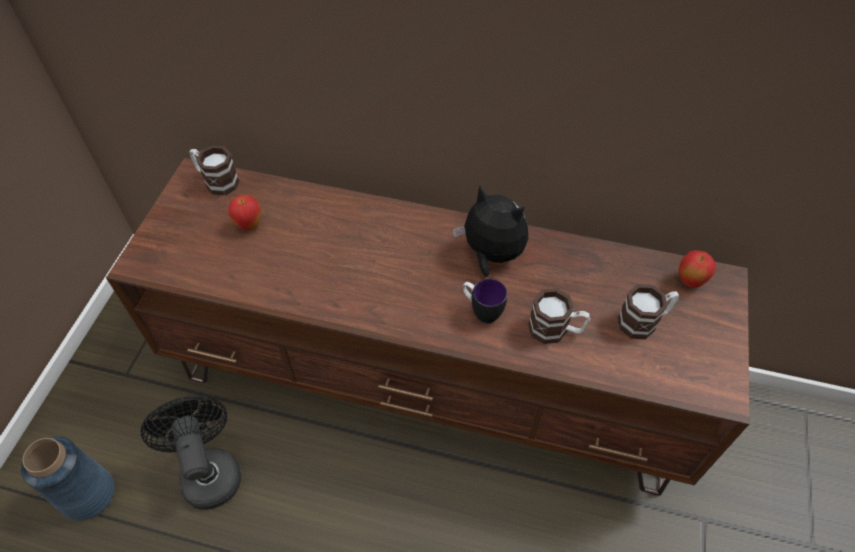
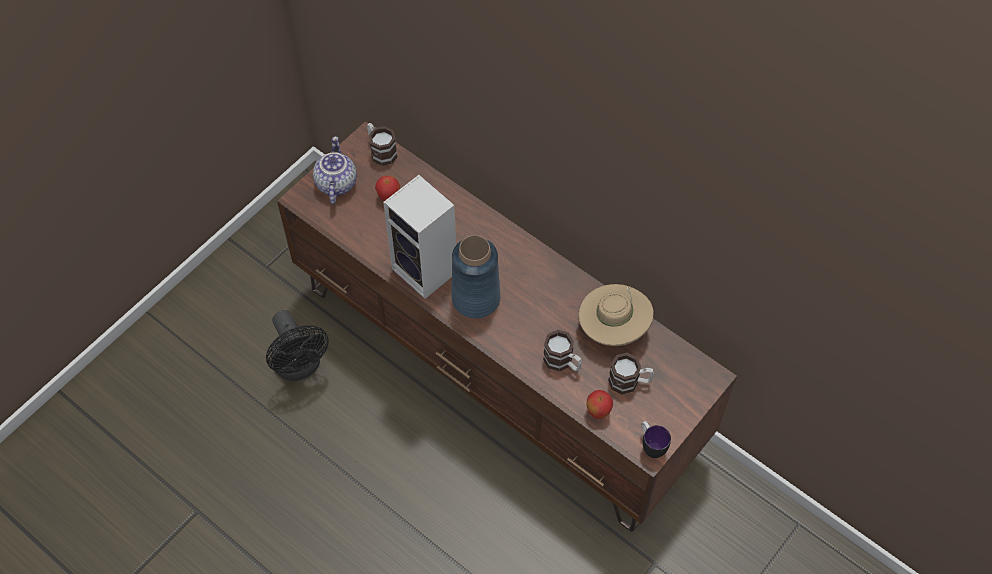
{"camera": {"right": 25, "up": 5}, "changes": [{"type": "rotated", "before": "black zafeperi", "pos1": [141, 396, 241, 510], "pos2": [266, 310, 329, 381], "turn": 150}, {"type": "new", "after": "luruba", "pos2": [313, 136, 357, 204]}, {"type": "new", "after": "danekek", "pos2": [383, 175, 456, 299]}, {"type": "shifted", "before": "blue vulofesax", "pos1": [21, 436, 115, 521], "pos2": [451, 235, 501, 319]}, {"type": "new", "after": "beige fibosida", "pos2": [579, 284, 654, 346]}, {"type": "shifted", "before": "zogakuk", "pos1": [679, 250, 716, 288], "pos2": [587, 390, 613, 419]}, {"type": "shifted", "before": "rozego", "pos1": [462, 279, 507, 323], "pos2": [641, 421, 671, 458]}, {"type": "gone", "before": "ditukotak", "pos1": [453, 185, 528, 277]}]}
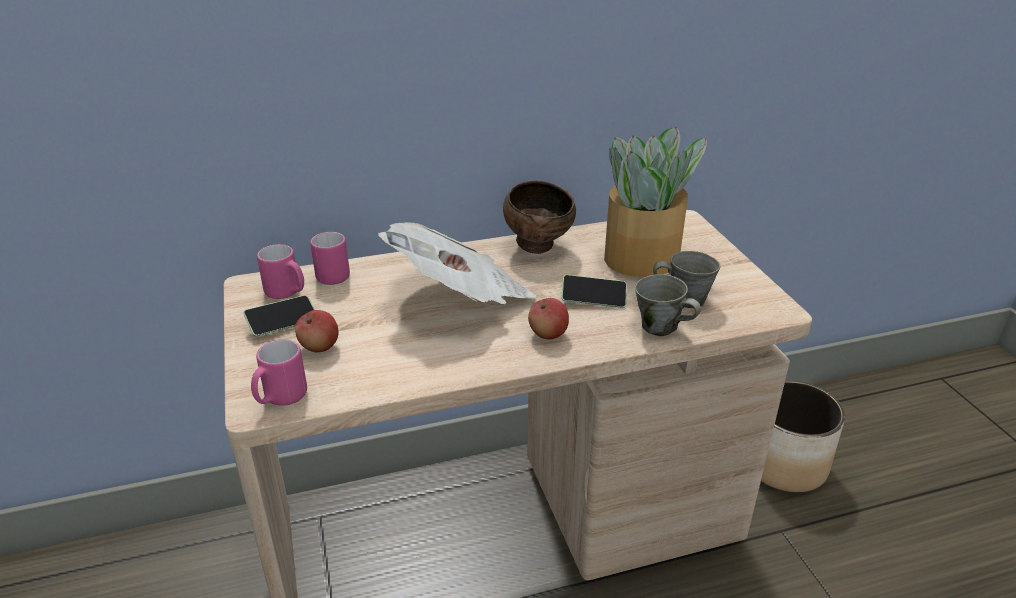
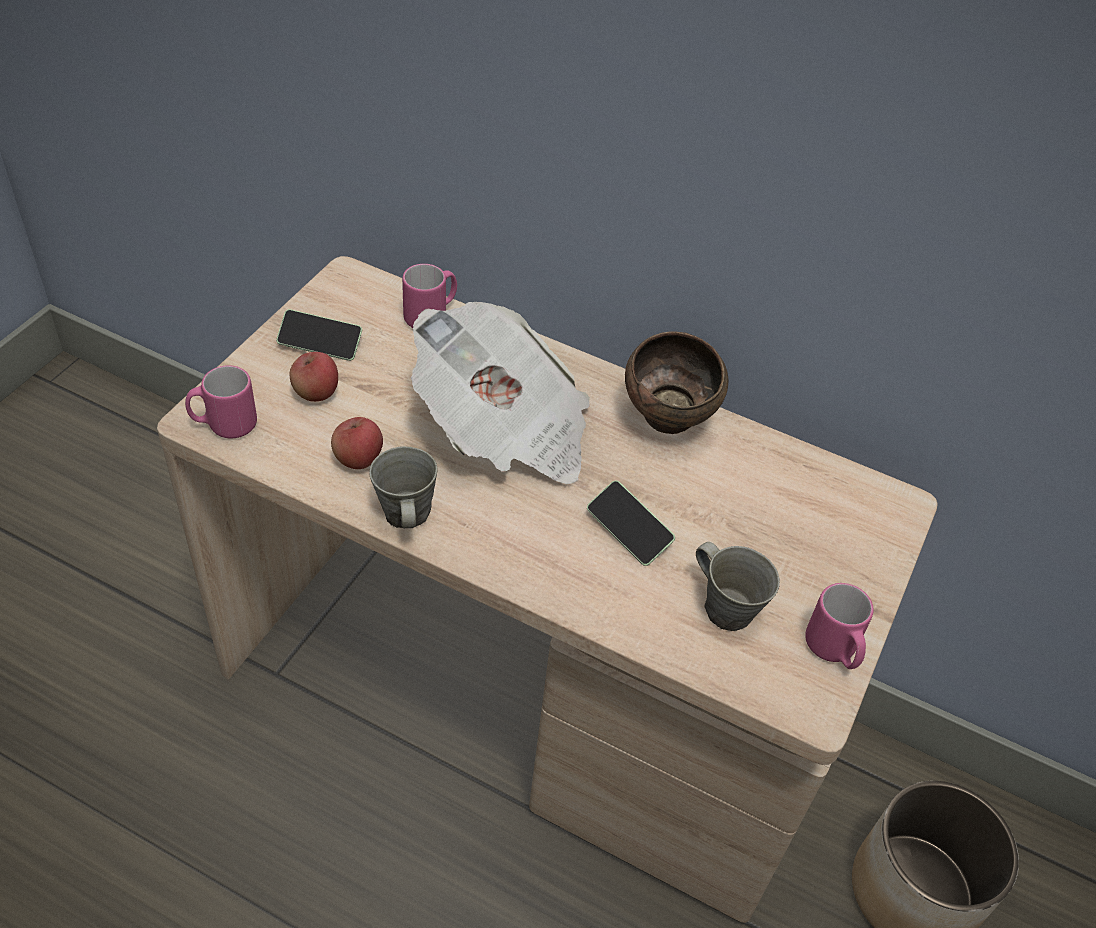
{"camera": {"right": 40, "up": 15}, "changes": [{"type": "shifted", "before": "zogakuk", "pos1": [528, 298, 569, 339], "pos2": [331, 417, 383, 469]}, {"type": "shifted", "before": "grey rozego", "pos1": [635, 274, 701, 336], "pos2": [369, 446, 437, 528]}, {"type": "shifted", "before": "pink rozego", "pos1": [257, 244, 304, 299], "pos2": [805, 583, 874, 669]}, {"type": "gone", "before": "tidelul", "pos1": [604, 127, 707, 277]}]}
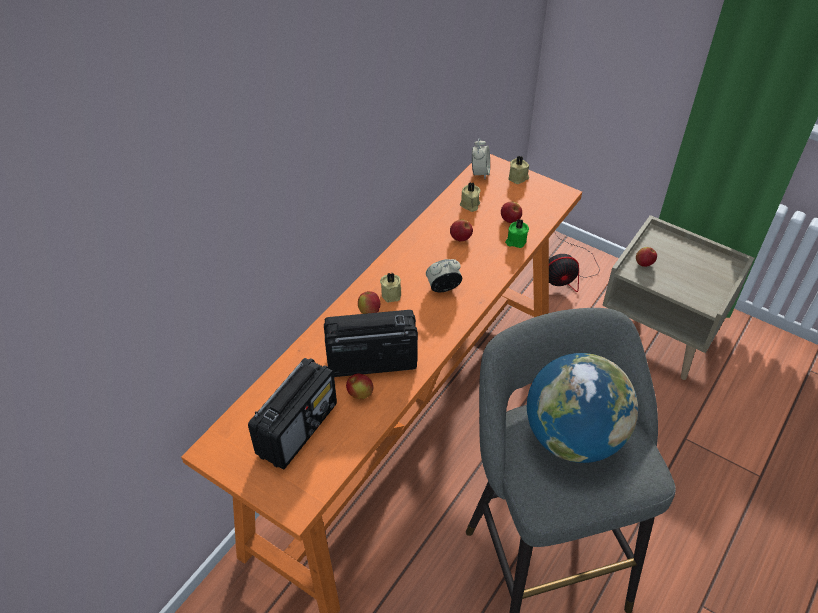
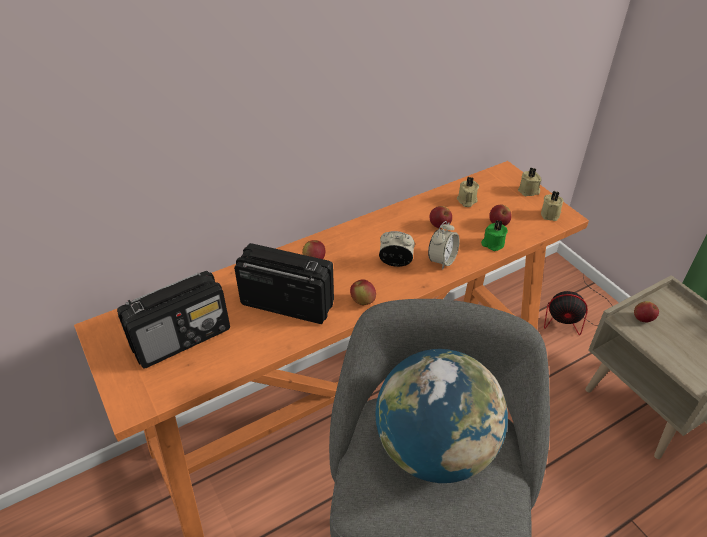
{"camera": {"right": 25, "up": -5}, "changes": [{"type": "shifted", "before": "zogakuk", "pos1": [346, 374, 373, 399], "pos2": [350, 279, 376, 305]}, {"type": "shifted", "before": "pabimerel", "pos1": [471, 138, 490, 179], "pos2": [428, 221, 459, 270]}, {"type": "shifted", "before": "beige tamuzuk", "pos1": [380, 273, 401, 303], "pos2": [541, 191, 564, 221]}]}
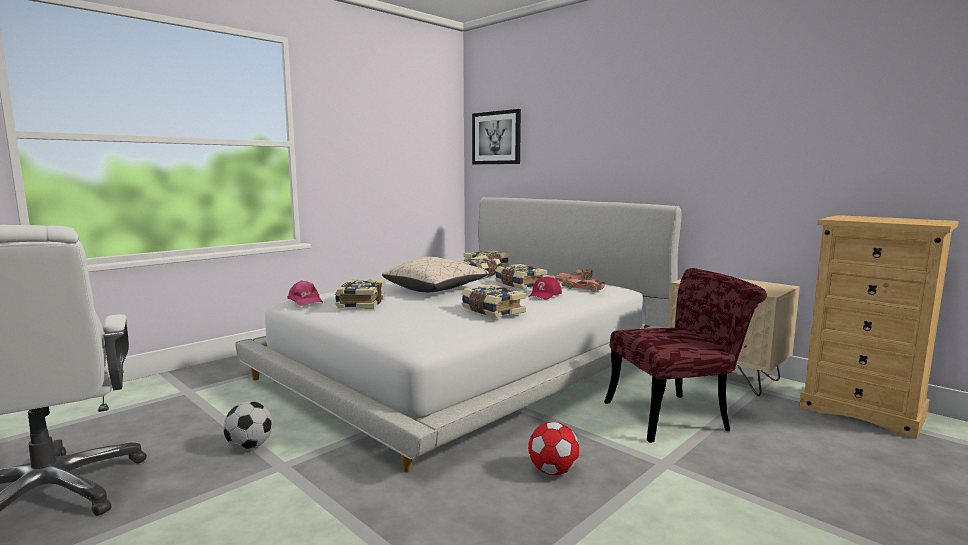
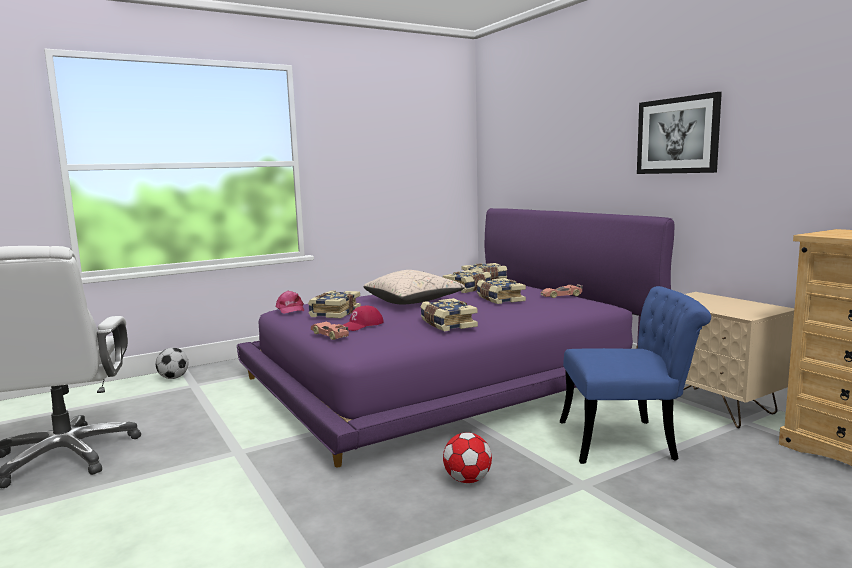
{"camera": {"right": 15, "up": 0}, "changes": [{"type": "shifted", "before": "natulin", "pos1": [223, 401, 273, 450], "pos2": [156, 348, 188, 379]}, {"type": "repainted", "before": "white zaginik", "after": "purple zaginik", "pos1": [235, 197, 681, 472], "pos2": [237, 208, 674, 467]}, {"type": "shifted", "before": "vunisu", "pos1": [562, 279, 605, 292], "pos2": [311, 322, 349, 340]}, {"type": "shifted", "before": "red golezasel", "pos1": [529, 277, 562, 300], "pos2": [343, 306, 384, 331]}, {"type": "repainted", "before": "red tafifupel", "after": "blue tafifupel", "pos1": [604, 268, 767, 443], "pos2": [560, 286, 711, 464]}, {"type": "shifted", "before": "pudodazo", "pos1": [472, 109, 521, 164], "pos2": [637, 92, 722, 174]}]}
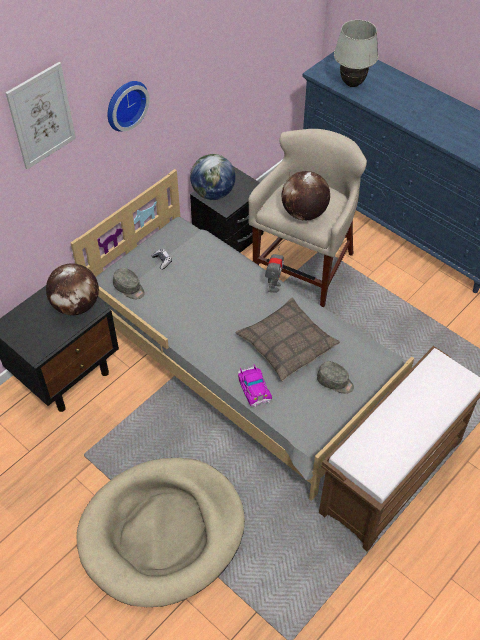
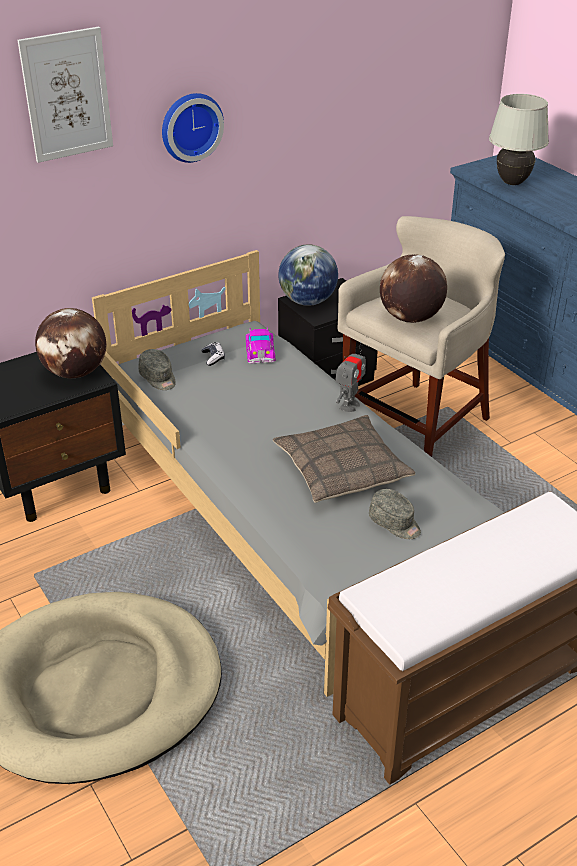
{"camera": {"right": 15, "up": -15}, "changes": [{"type": "shifted", "before": "vunisu", "pos1": [238, 364, 272, 407], "pos2": [246, 327, 275, 364]}]}
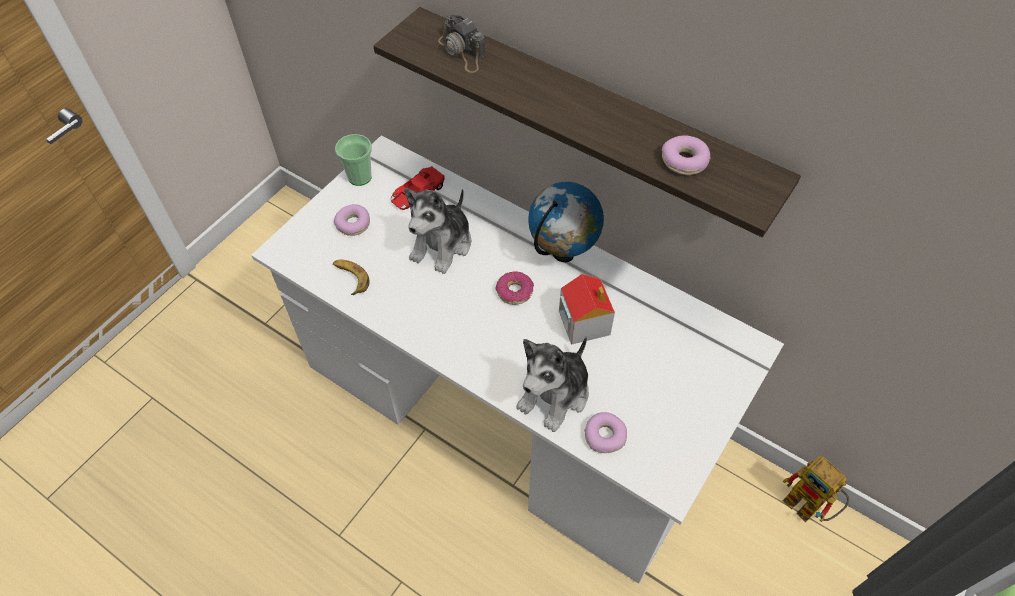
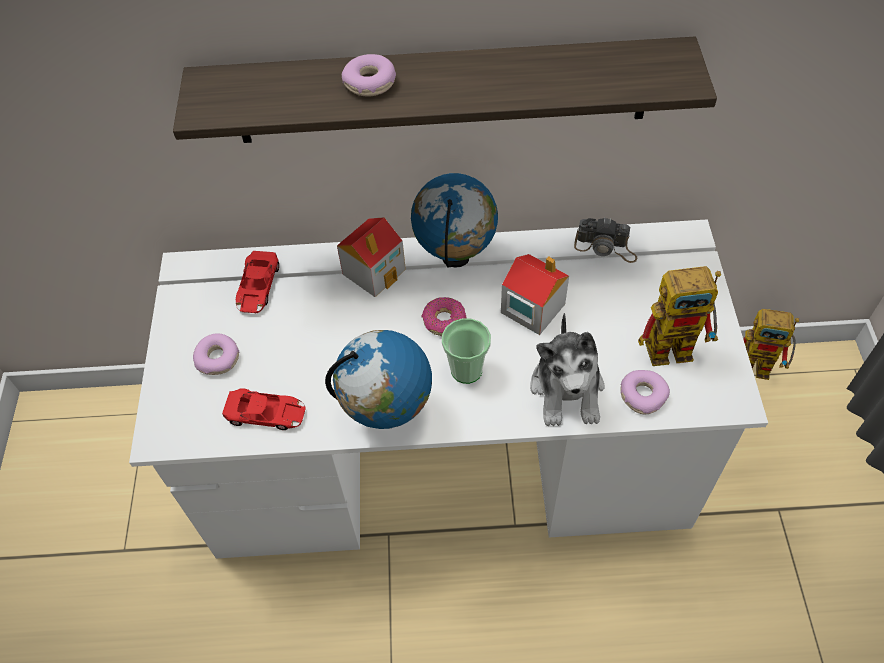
{"camera": {"right": -35, "up": 0}, "changes": [{"type": "swapped", "before": "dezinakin", "after": "red vunisu", "pos1": [333, 260, 370, 295], "pos2": [222, 388, 305, 430]}, {"type": "new", "after": "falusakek", "pos2": [325, 330, 432, 429]}, {"type": "new", "after": "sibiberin", "pos2": [337, 217, 406, 297]}, {"type": "shifted", "before": "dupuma", "pos1": [661, 135, 711, 175], "pos2": [342, 54, 396, 97]}, {"type": "shifted", "before": "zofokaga", "pos1": [335, 134, 372, 186], "pos2": [442, 318, 491, 384]}, {"type": "shifted", "before": "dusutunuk", "pos1": [438, 14, 485, 73], "pos2": [574, 218, 637, 263]}, {"type": "new", "after": "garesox", "pos2": [638, 266, 721, 366]}, {"type": "gone", "before": "ditukotak", "pos1": [404, 188, 471, 274]}]}
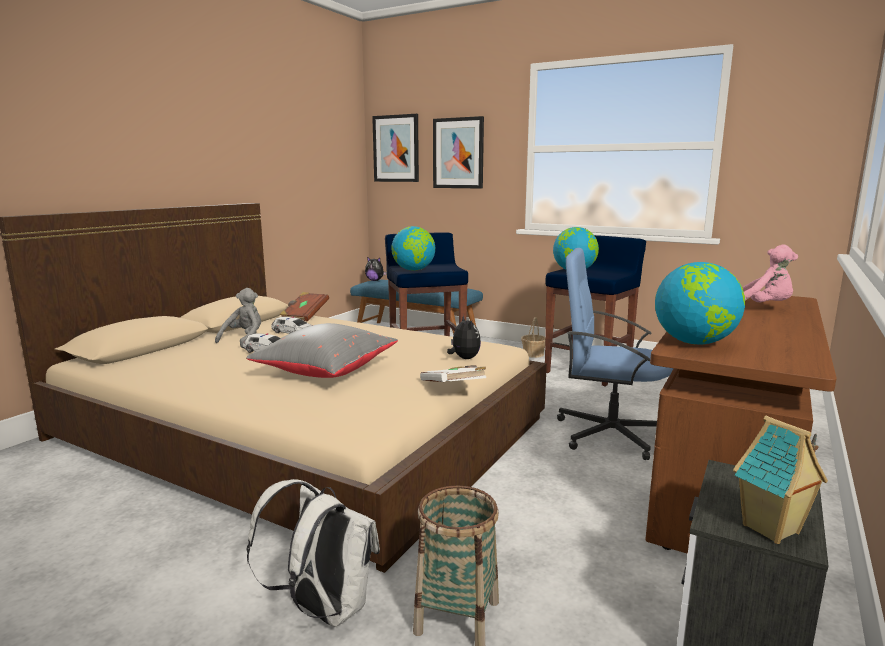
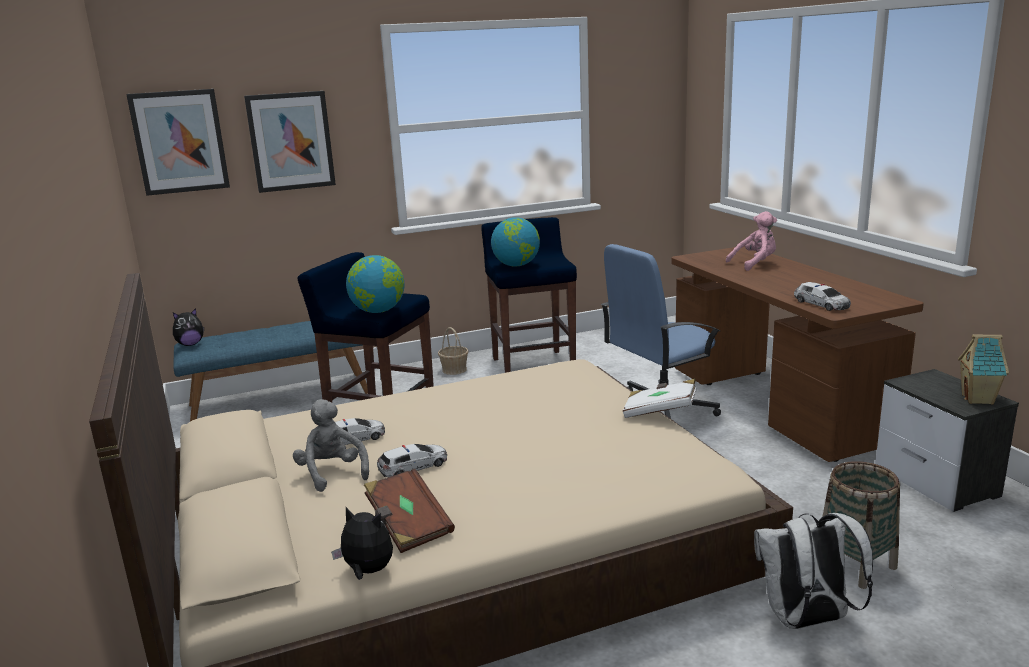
{"camera": {"right": -50, "up": 5}, "changes": [{"type": "shifted", "before": "ditukotak", "pos1": [447, 315, 481, 359], "pos2": [331, 507, 393, 580]}, {"type": "shifted", "before": "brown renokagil", "pos1": [280, 292, 329, 322], "pos2": [364, 469, 455, 553]}, {"type": "swapped", "before": "falusakek", "after": "vunisu", "pos1": [655, 262, 745, 345], "pos2": [794, 282, 851, 311]}, {"type": "gone", "before": "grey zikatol", "pos1": [246, 323, 398, 378]}]}
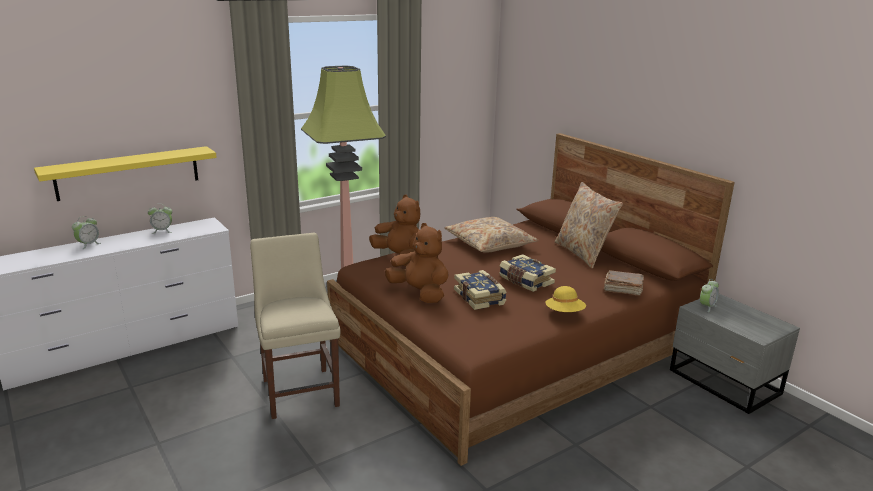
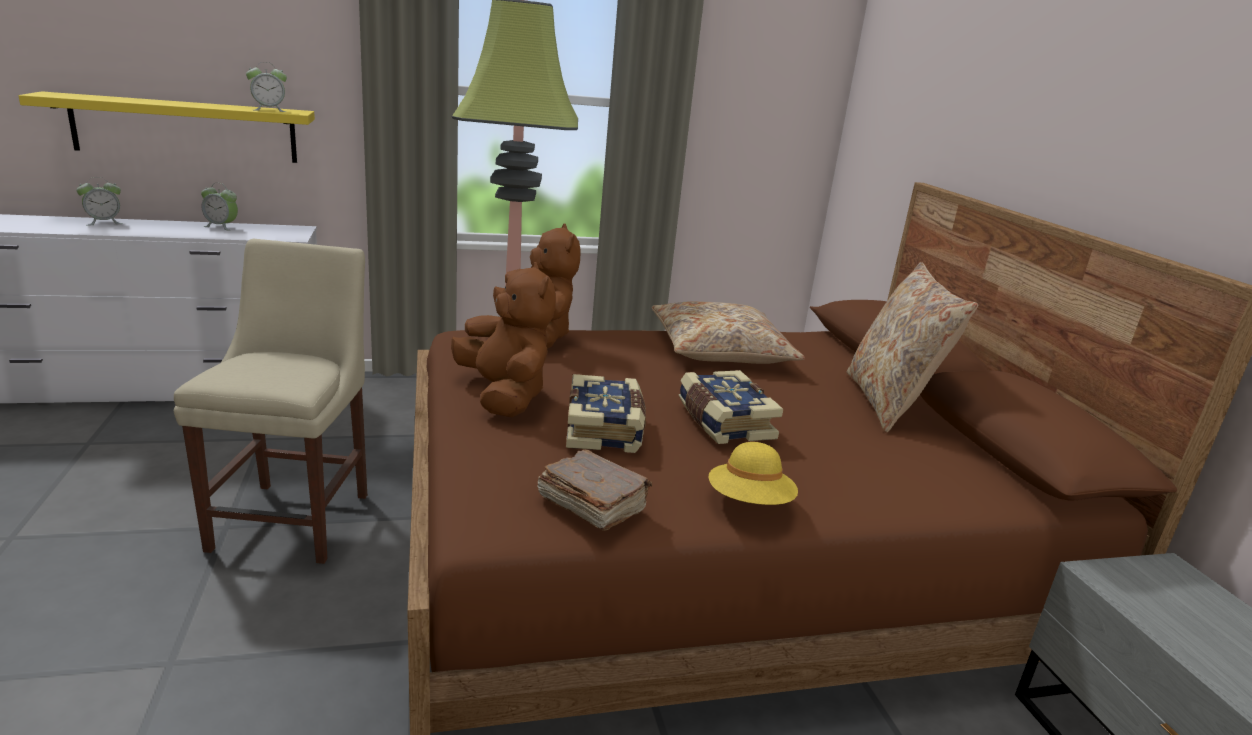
{"camera": {"right": 20, "up": 0}, "changes": [{"type": "shifted", "before": "pabimerel", "pos1": [700, 279, 719, 312], "pos2": [246, 62, 287, 112]}, {"type": "shifted", "before": "brown renokagil", "pos1": [604, 270, 644, 296], "pos2": [537, 449, 652, 531]}]}
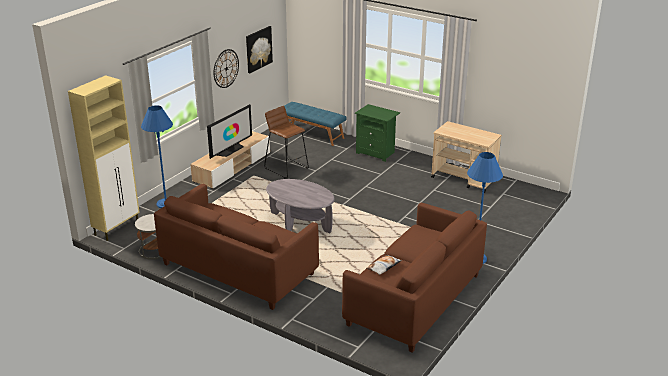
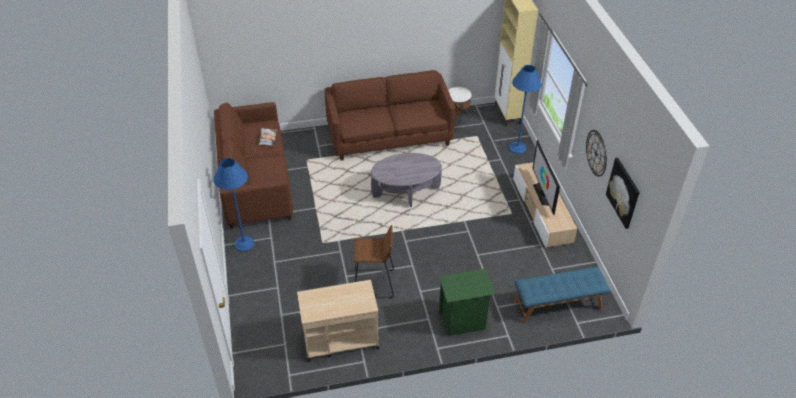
{"camera": {"right": 135, "up": 15}, "changes": [{"type": "shifted", "before": "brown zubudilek", "pos1": [264, 106, 309, 179], "pos2": [354, 225, 394, 299]}]}
